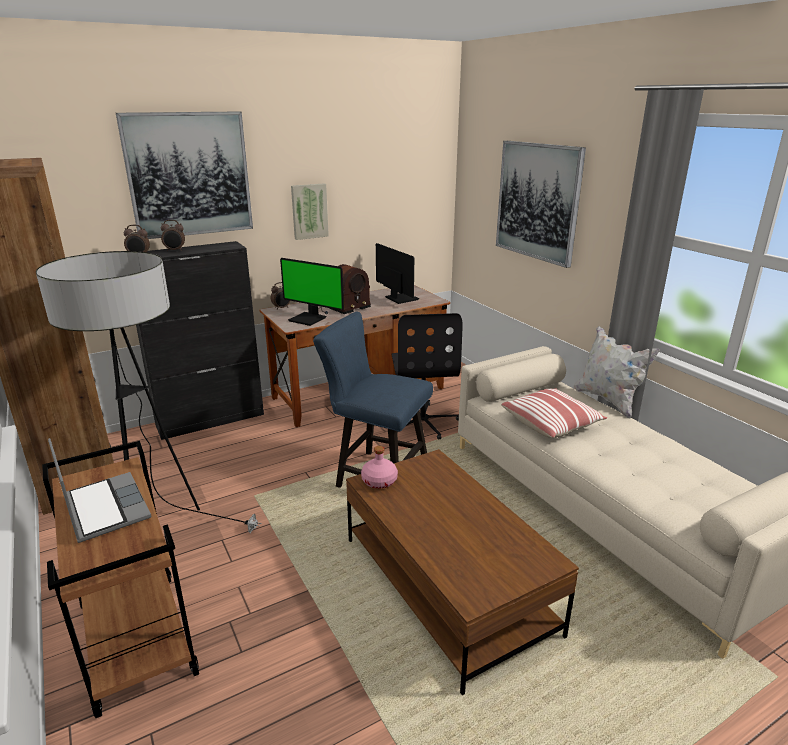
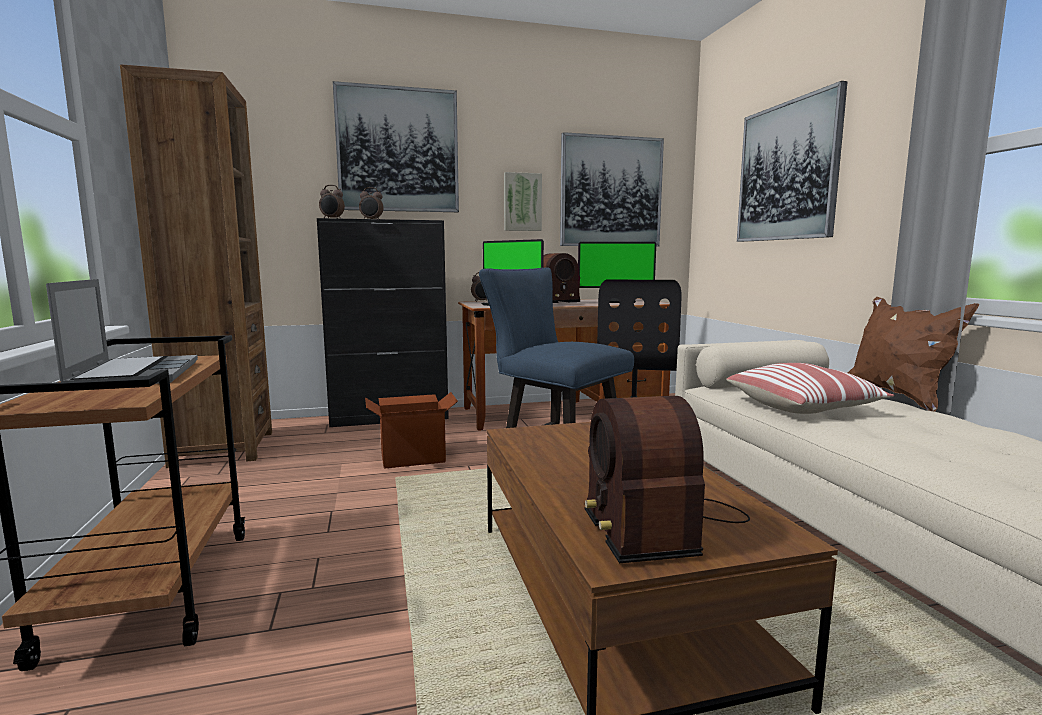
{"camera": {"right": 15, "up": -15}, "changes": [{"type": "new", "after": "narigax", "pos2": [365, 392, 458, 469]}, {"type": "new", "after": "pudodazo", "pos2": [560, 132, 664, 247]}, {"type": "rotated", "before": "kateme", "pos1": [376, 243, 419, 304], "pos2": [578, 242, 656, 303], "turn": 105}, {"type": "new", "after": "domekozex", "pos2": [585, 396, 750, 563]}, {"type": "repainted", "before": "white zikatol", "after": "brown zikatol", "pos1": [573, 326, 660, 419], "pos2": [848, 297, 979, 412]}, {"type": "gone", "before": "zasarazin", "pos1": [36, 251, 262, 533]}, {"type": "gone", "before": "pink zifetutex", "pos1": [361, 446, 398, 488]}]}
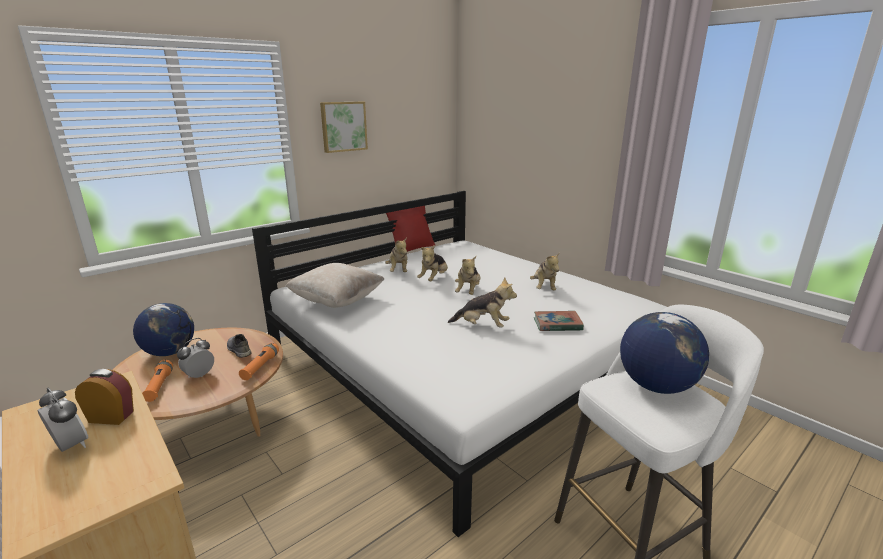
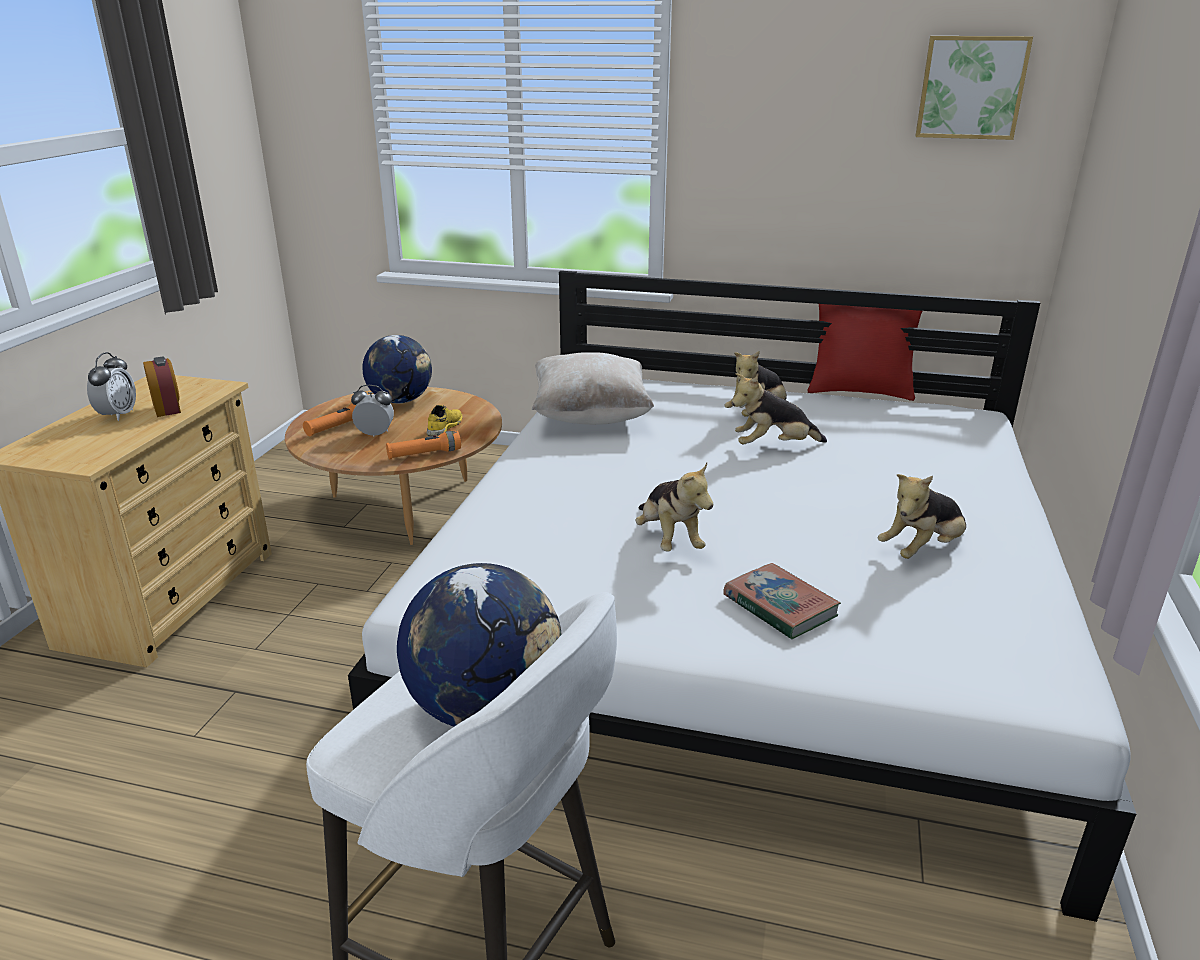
{"camera": {"right": 55, "up": 5}, "changes": [{"type": "repainted", "before": "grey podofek", "after": "yellow podofek", "pos1": [227, 334, 251, 358], "pos2": [427, 405, 462, 436]}, {"type": "shifted", "before": "pudodazo", "pos1": [320, 102, 368, 153], "pos2": [915, 36, 1033, 140]}, {"type": "gone", "before": "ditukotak", "pos1": [455, 256, 481, 295]}]}
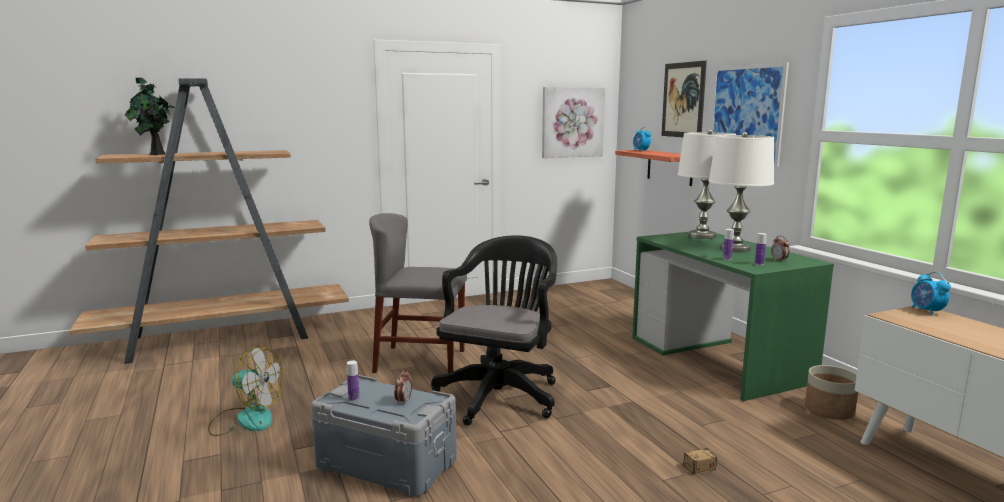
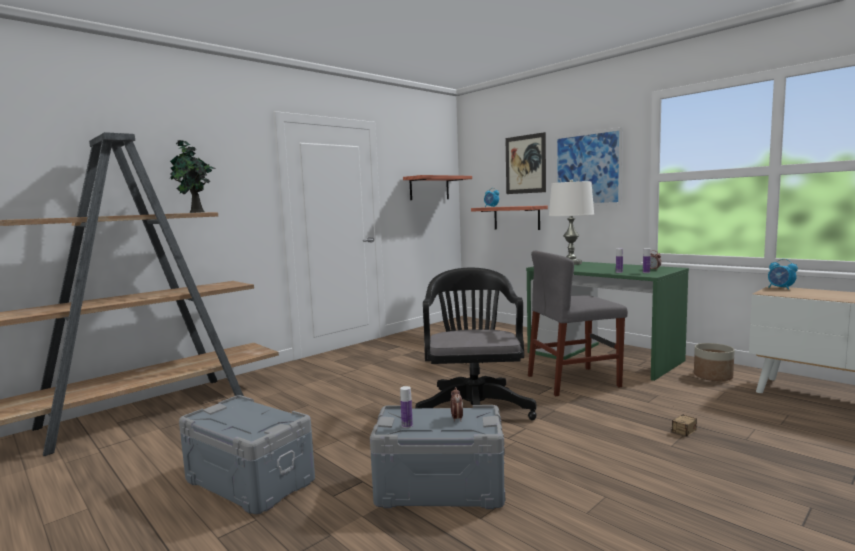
{"camera": {"right": -20, "up": -5}, "changes": [{"type": "shifted", "before": "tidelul", "pos1": [124, 78, 175, 155], "pos2": [170, 140, 216, 213]}, {"type": "swapped", "before": "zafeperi", "after": "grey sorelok", "pos1": [208, 346, 284, 436], "pos2": [179, 395, 315, 514]}, {"type": "swapped", "before": "pudodazo", "after": "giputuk", "pos1": [542, 87, 605, 158], "pos2": [403, 175, 472, 200]}, {"type": "shifted", "before": "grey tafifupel", "pos1": [369, 213, 467, 373], "pos2": [528, 250, 628, 396]}, {"type": "gone", "before": "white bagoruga", "pos1": [709, 132, 774, 252]}]}
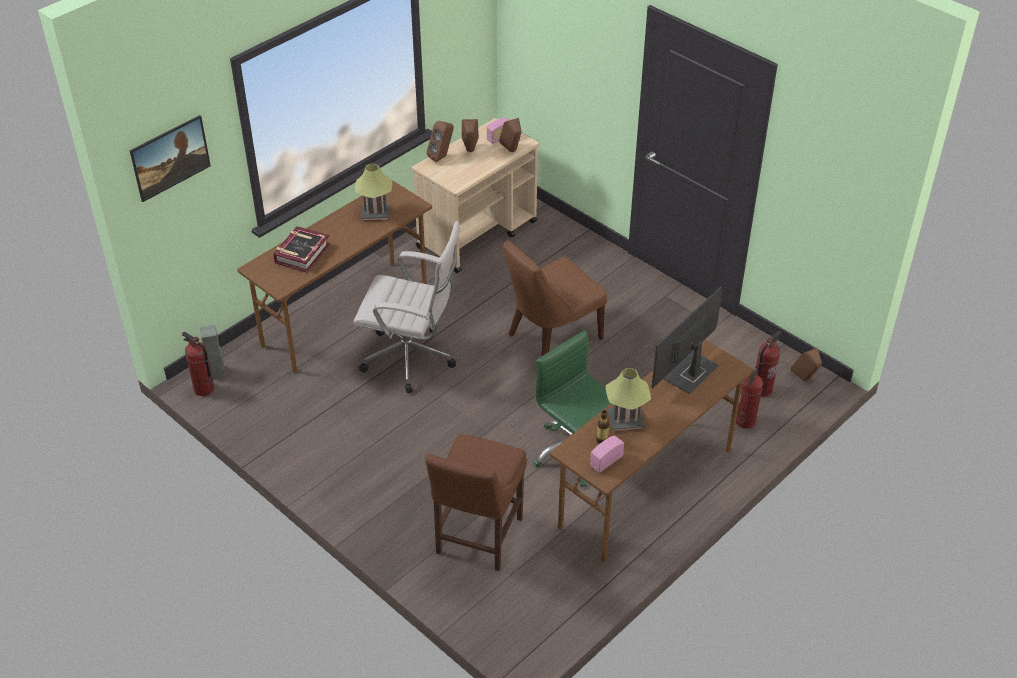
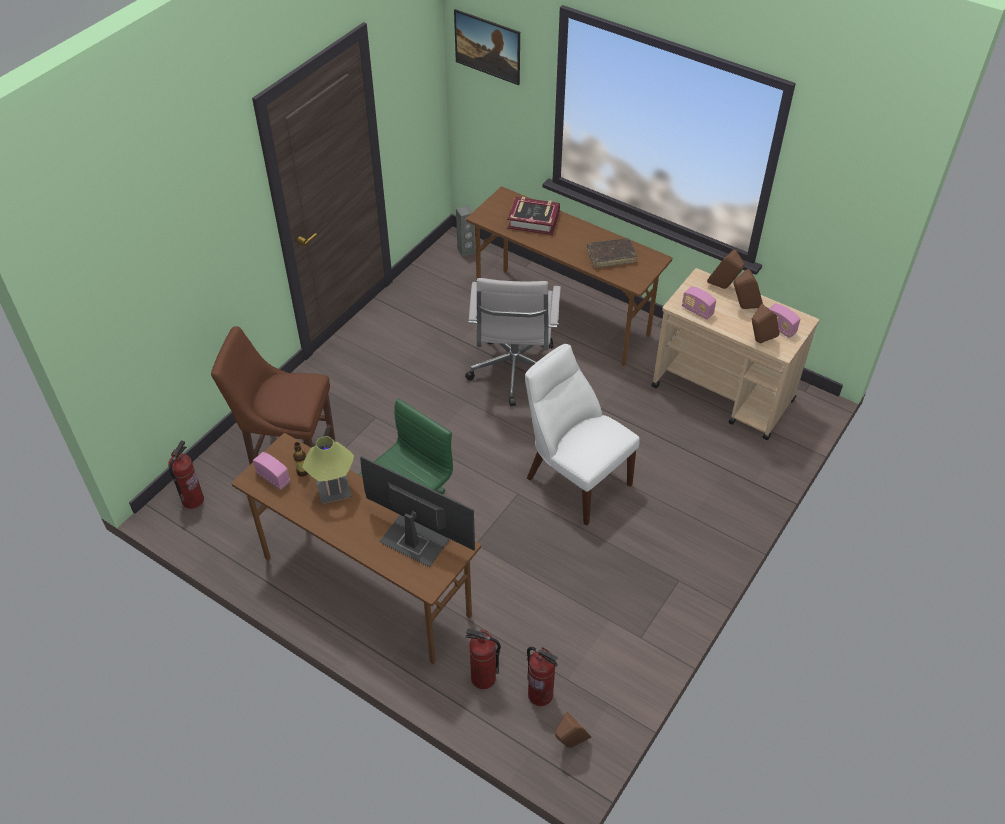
{"camera": {"right": 80, "up": 5}, "changes": [{"type": "shifted", "before": "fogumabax", "pos1": [182, 332, 214, 396], "pos2": [168, 440, 204, 509]}, {"type": "repainted", "before": "brown tafifupel", "after": "white tafifupel", "pos1": [503, 240, 607, 356], "pos2": [525, 344, 640, 526]}, {"type": "swapped", "before": "bagoruga", "after": "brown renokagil", "pos1": [355, 163, 392, 220], "pos2": [587, 238, 638, 269]}, {"type": "new", "after": "domekozex", "pos2": [682, 286, 716, 320]}]}
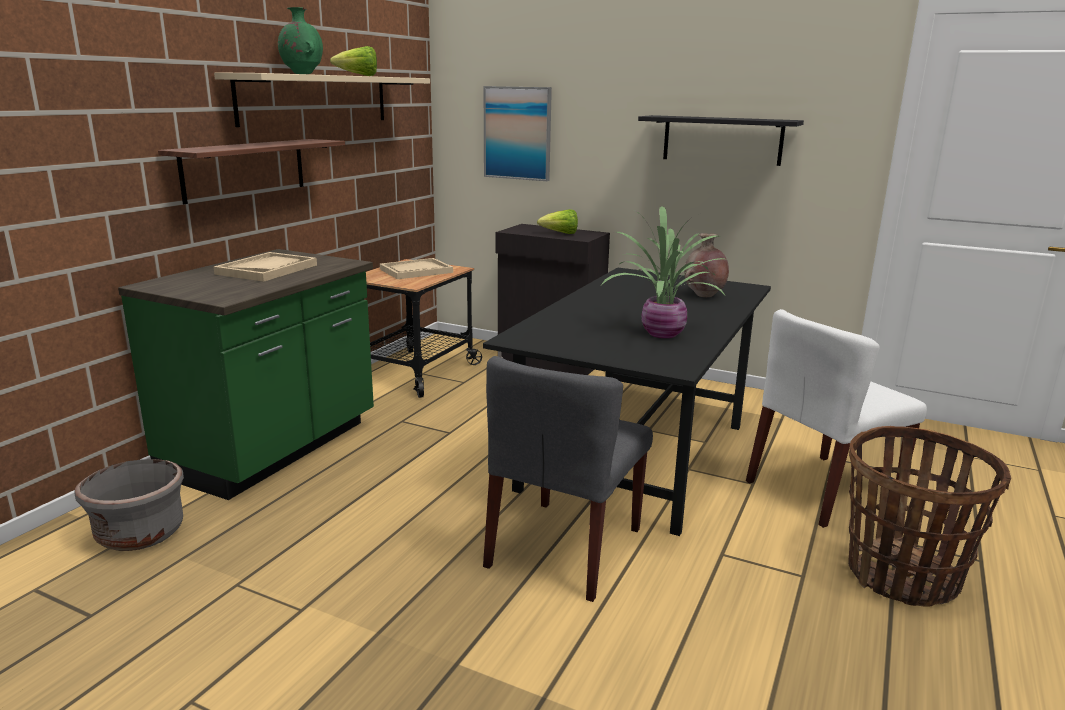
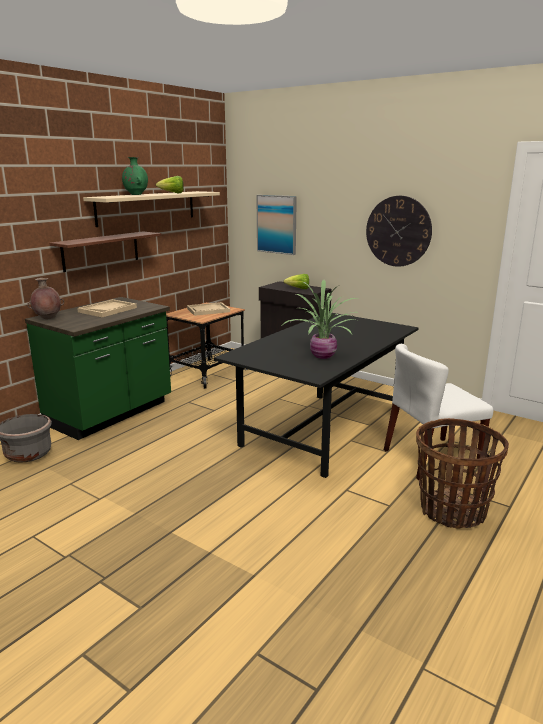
{"camera": {"right": 10, "up": 0}, "changes": [{"type": "shifted", "before": "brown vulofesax", "pos1": [684, 233, 729, 297], "pos2": [27, 278, 64, 319]}, {"type": "swapped", "before": "black giputuk", "after": "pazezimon", "pos1": [638, 115, 804, 166], "pos2": [366, 196, 432, 267]}, {"type": "gone", "before": "grey tafifupel", "pos1": [483, 356, 653, 602]}]}
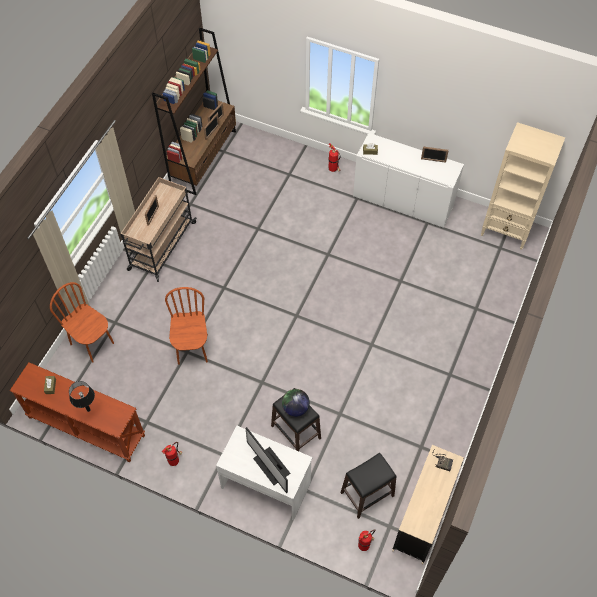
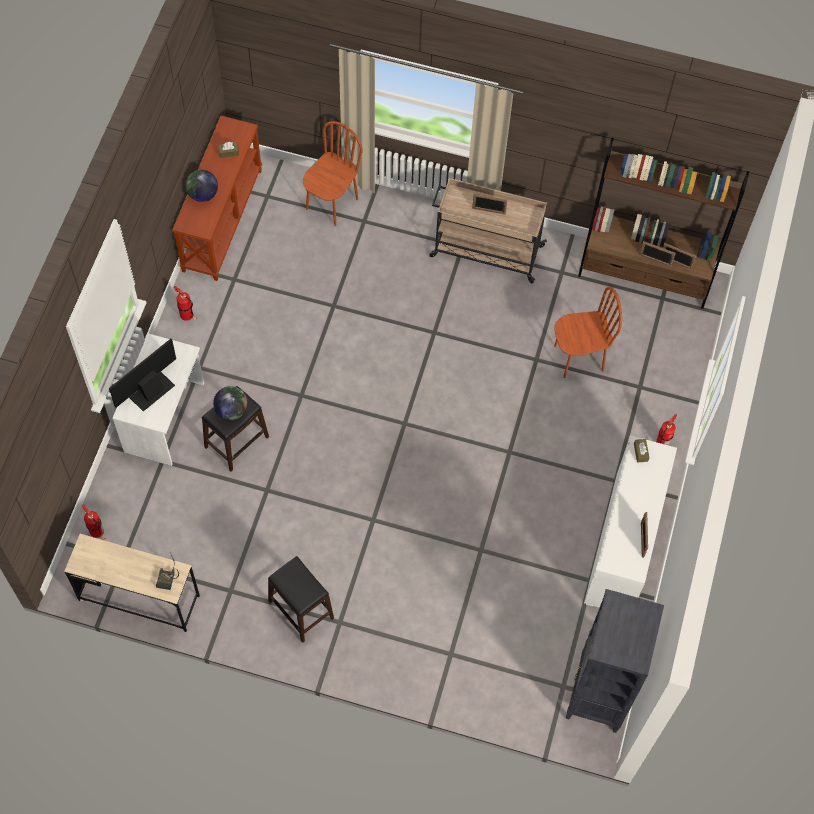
{"camera": {"right": 80, "up": 5}, "changes": [{"type": "swapped", "before": "black bagoruga", "after": "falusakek", "pos1": [69, 381, 95, 412], "pos2": [186, 170, 218, 202]}, {"type": "shifted", "before": "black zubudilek", "pos1": [340, 453, 397, 519], "pos2": [268, 556, 334, 643]}, {"type": "shifted", "before": "brown tafifupel", "pos1": [165, 287, 208, 365], "pos2": [554, 287, 622, 378]}, {"type": "repainted", "before": "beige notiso", "after": "black notiso", "pos1": [481, 122, 565, 250], "pos2": [566, 589, 664, 733]}]}
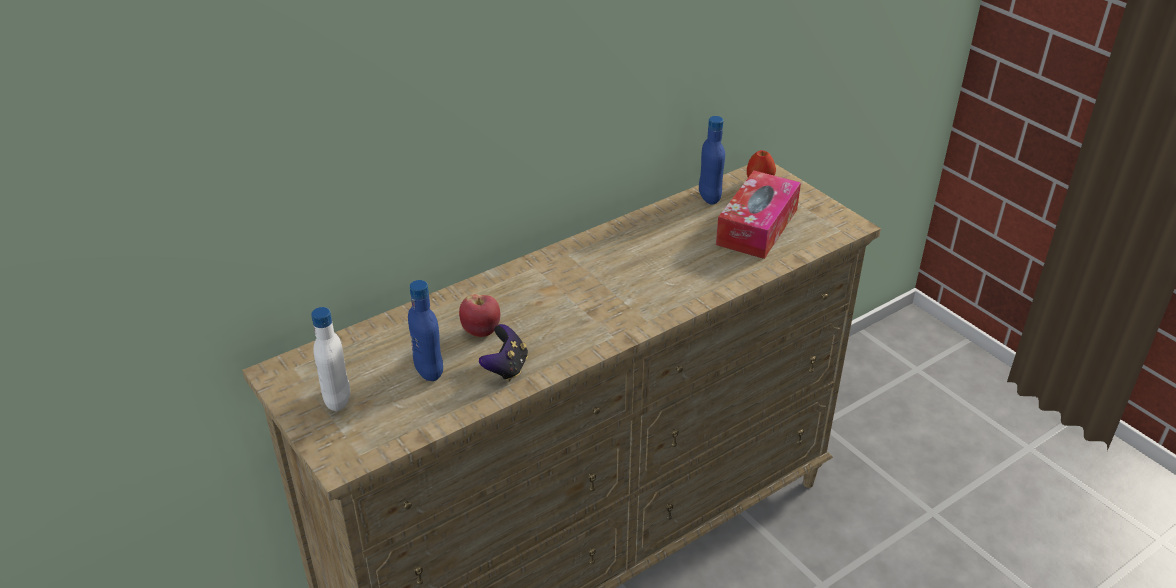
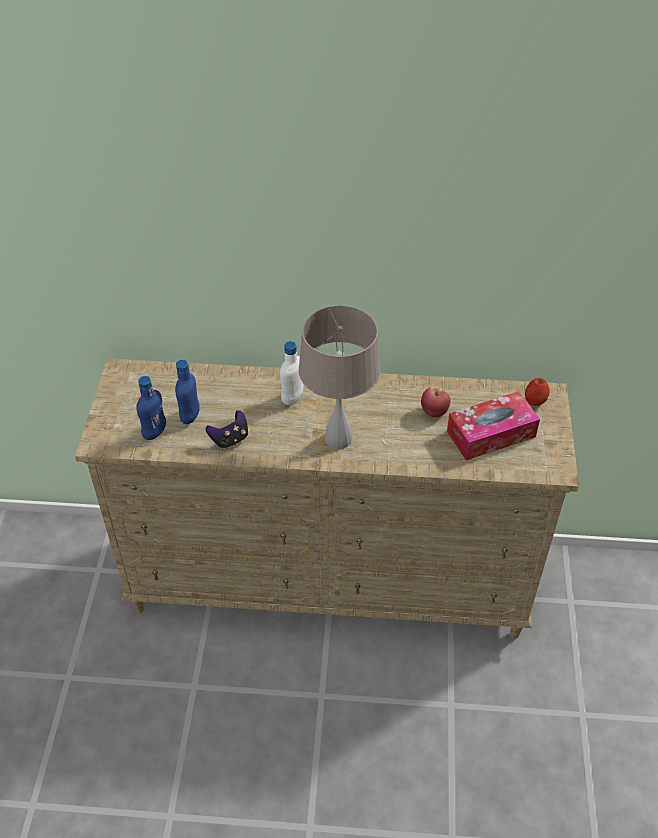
{"camera": {"right": 40, "up": 10}, "changes": [{"type": "shifted", "before": "blue zifetutex", "pos1": [699, 116, 725, 205], "pos2": [136, 376, 166, 440]}, {"type": "shifted", "before": "white zifetutex", "pos1": [311, 307, 350, 411], "pos2": [280, 341, 303, 405]}, {"type": "new", "after": "beige bagoruga", "pos2": [299, 305, 380, 449]}, {"type": "shifted", "before": "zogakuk", "pos1": [459, 294, 500, 337], "pos2": [421, 386, 451, 417]}]}
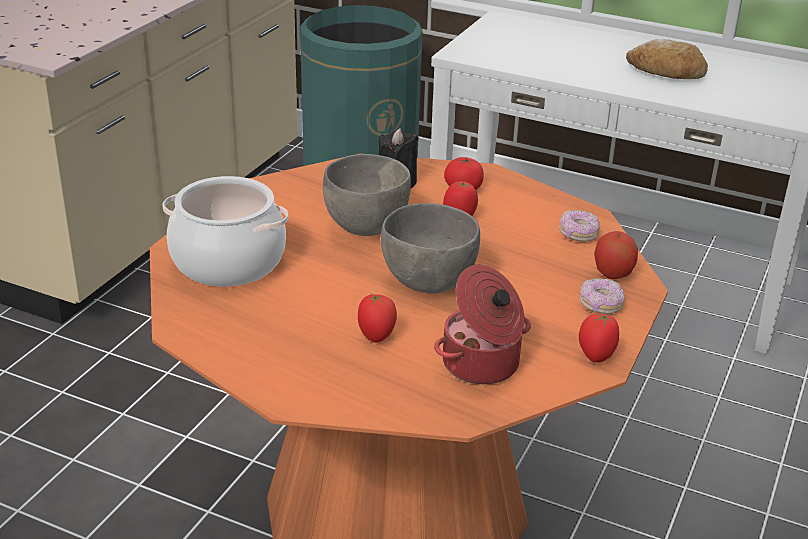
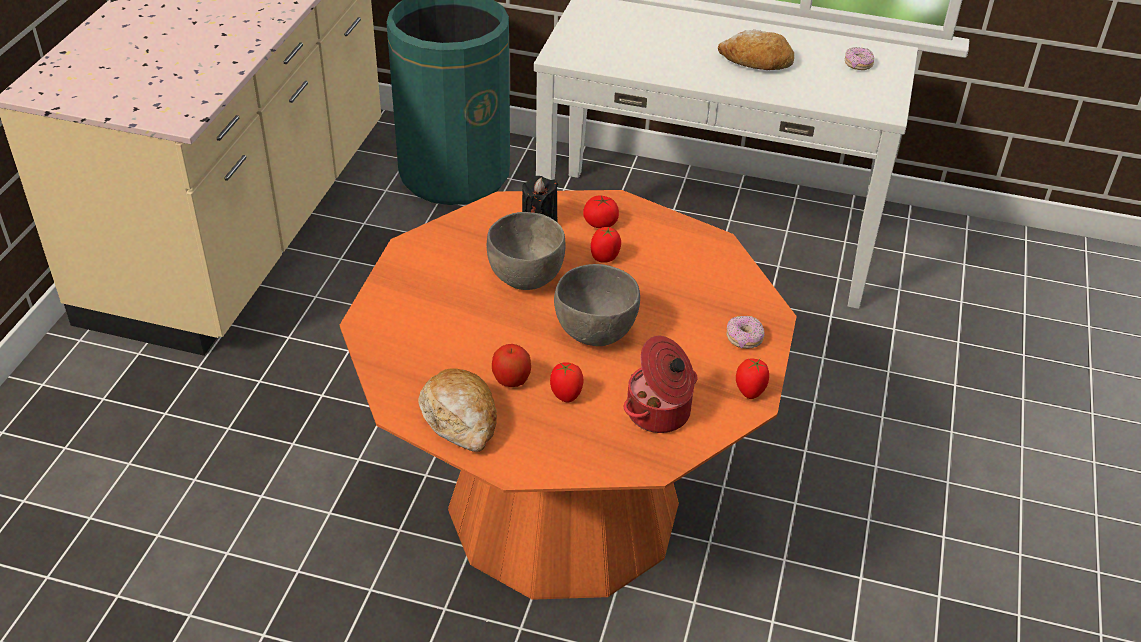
{"camera": {"right": -10, "up": 10}, "changes": [{"type": "new", "after": "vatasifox", "pos2": [418, 368, 497, 452]}, {"type": "shifted", "before": "zogakuk", "pos1": [594, 231, 638, 279], "pos2": [492, 344, 531, 387]}, {"type": "shifted", "before": "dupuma", "pos1": [559, 210, 600, 242], "pos2": [845, 47, 874, 70]}, {"type": "gone", "before": "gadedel", "pos1": [163, 176, 288, 287]}]}
